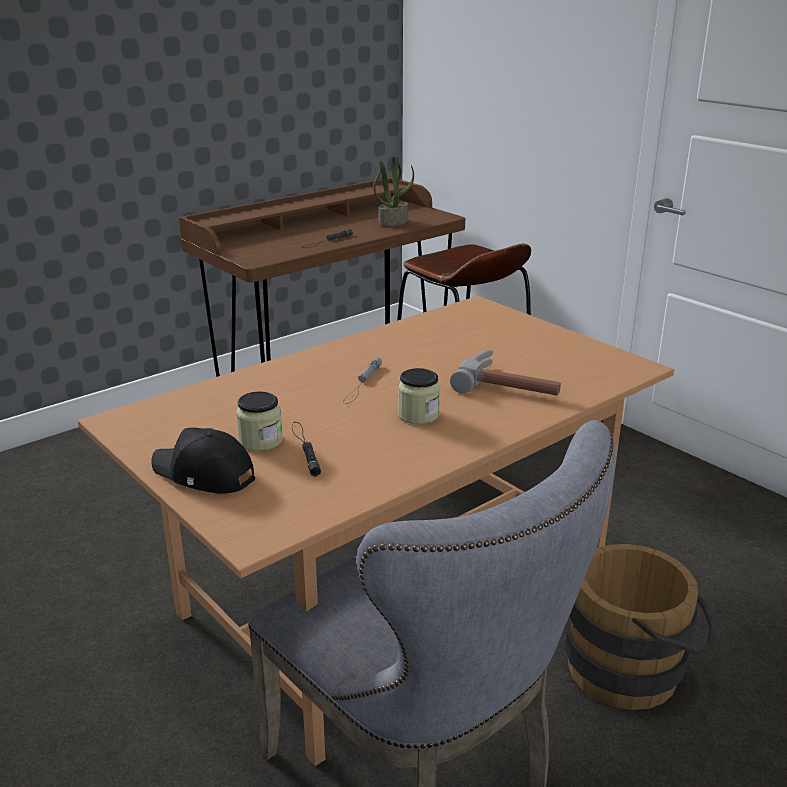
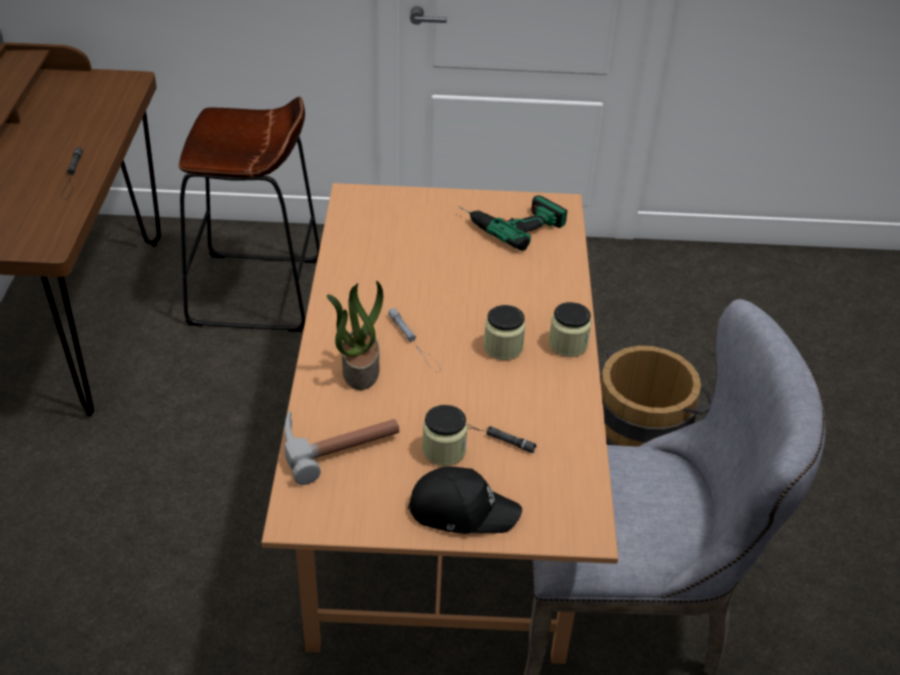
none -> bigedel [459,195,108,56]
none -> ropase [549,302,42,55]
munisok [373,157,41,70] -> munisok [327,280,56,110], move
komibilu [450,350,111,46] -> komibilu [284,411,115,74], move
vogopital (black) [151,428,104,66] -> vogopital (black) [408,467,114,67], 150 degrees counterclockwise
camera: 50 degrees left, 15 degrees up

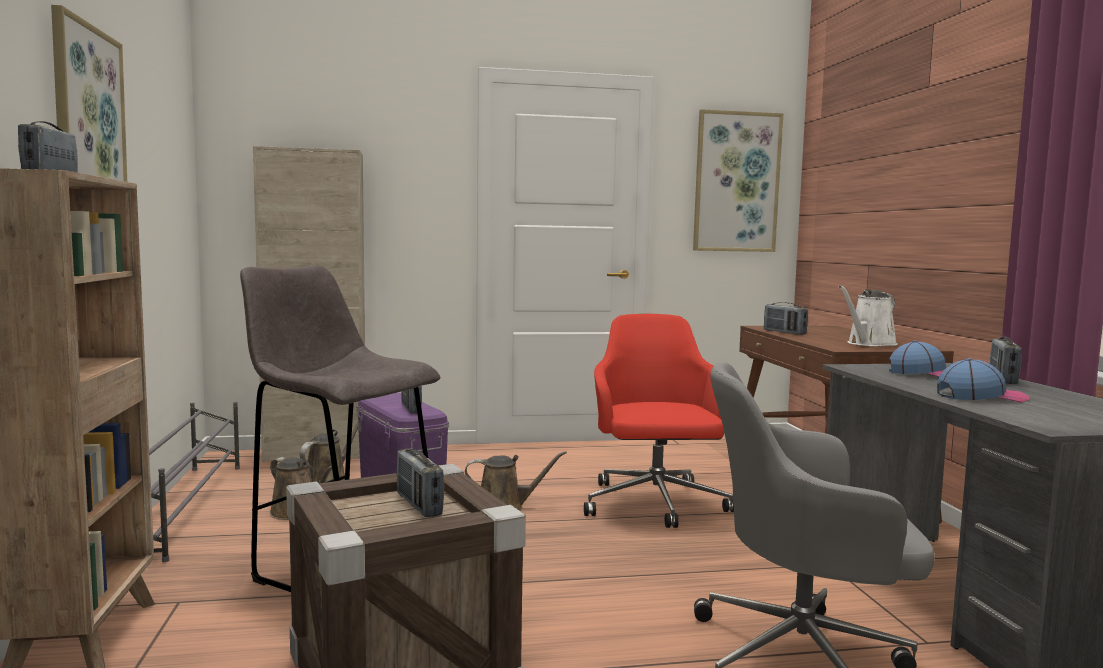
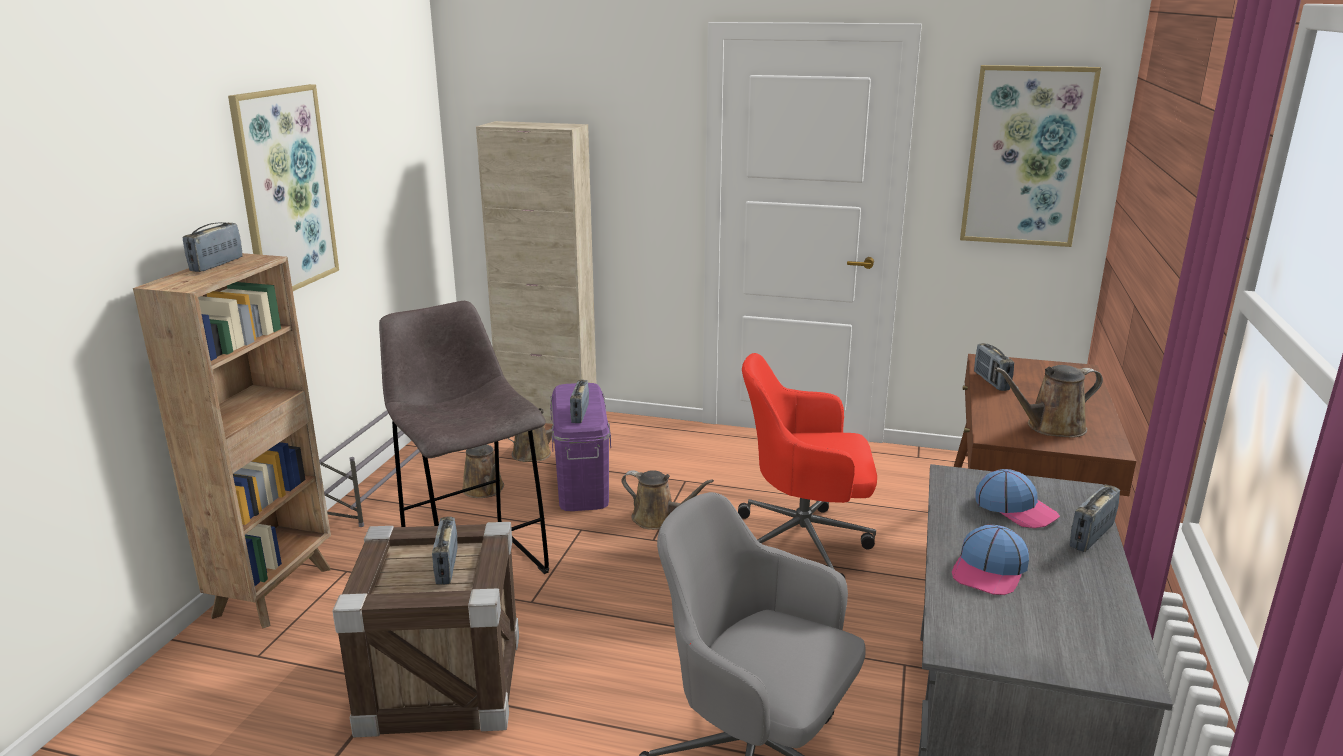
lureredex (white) [839,285,59,61] -> lureredex (brown) [995,365,108,73]
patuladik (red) [584,314,150,214] -> patuladik (red) [738,353,139,227], 105 degrees counterclockwise
vogopital [937,358,93,45] -> vogopital [952,525,77,70], 105 degrees clockwise
camera: 25 degrees right, 15 degrees up

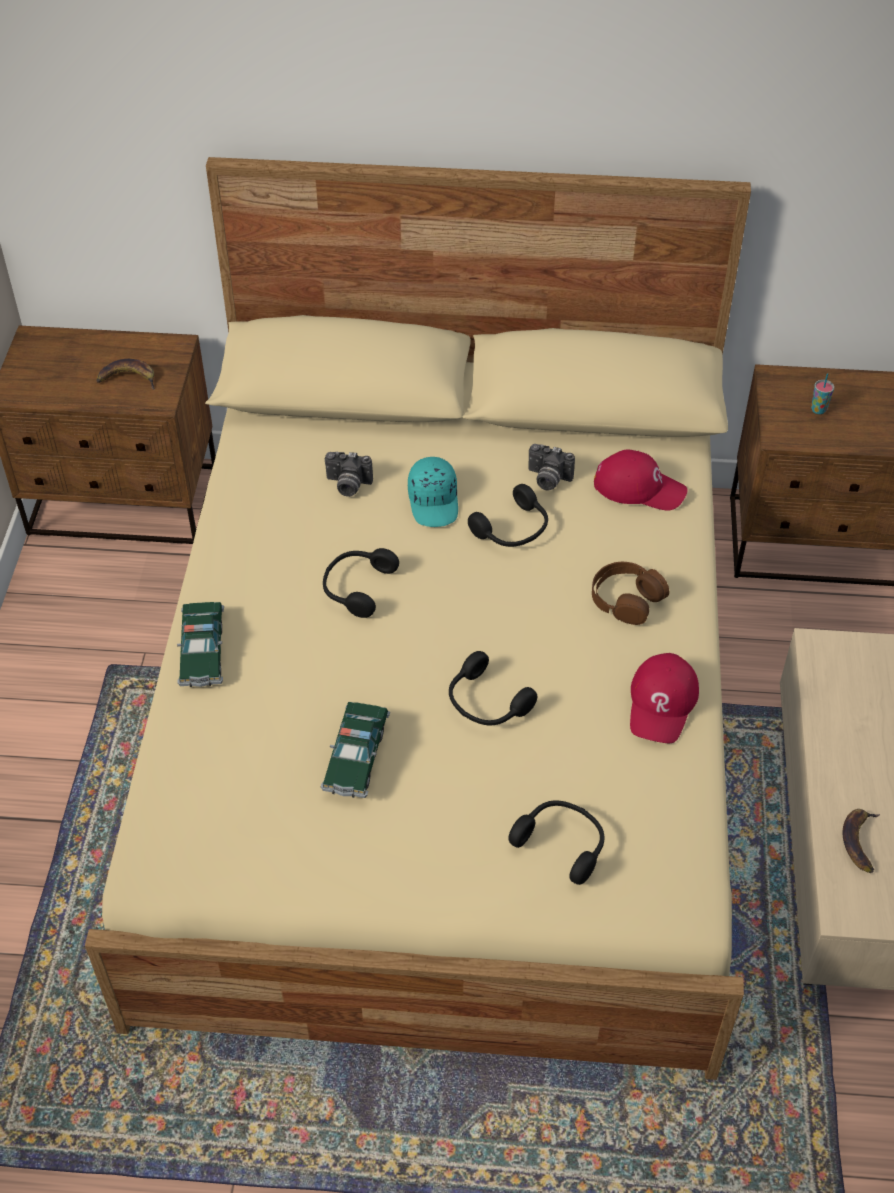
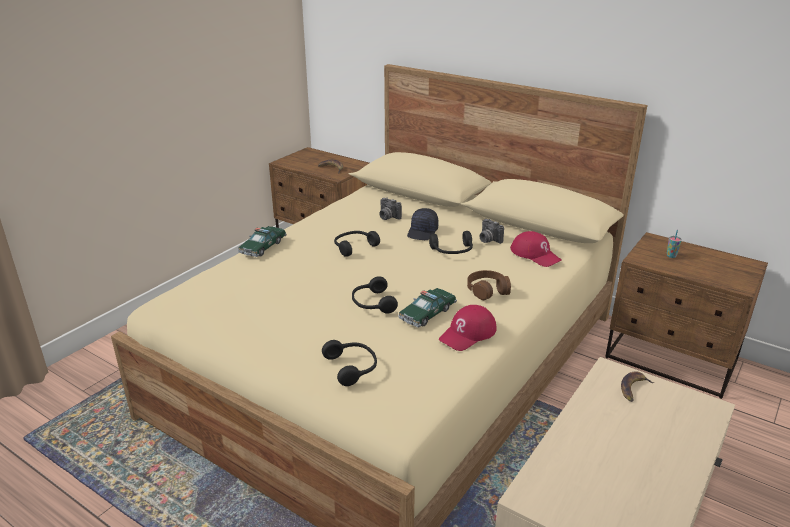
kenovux [321,702,69,96] -> kenovux [398,288,59,39], move
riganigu [843,809,37,64] -> riganigu [621,372,33,30], move
vogopital (turquoise) [408,457,50,70] -> vogopital (black) [407,208,32,32]
camera: 30 degrees right, 20 degrees down

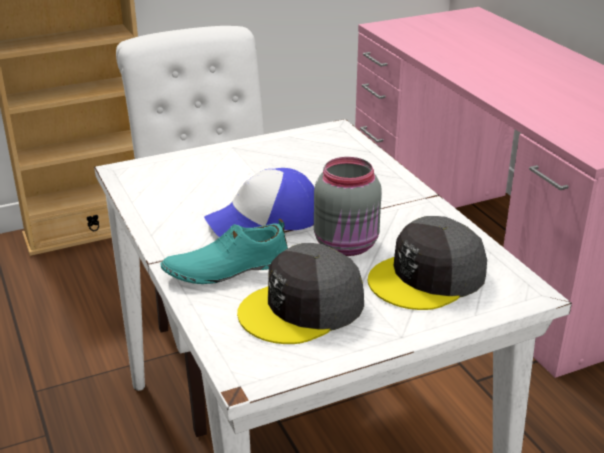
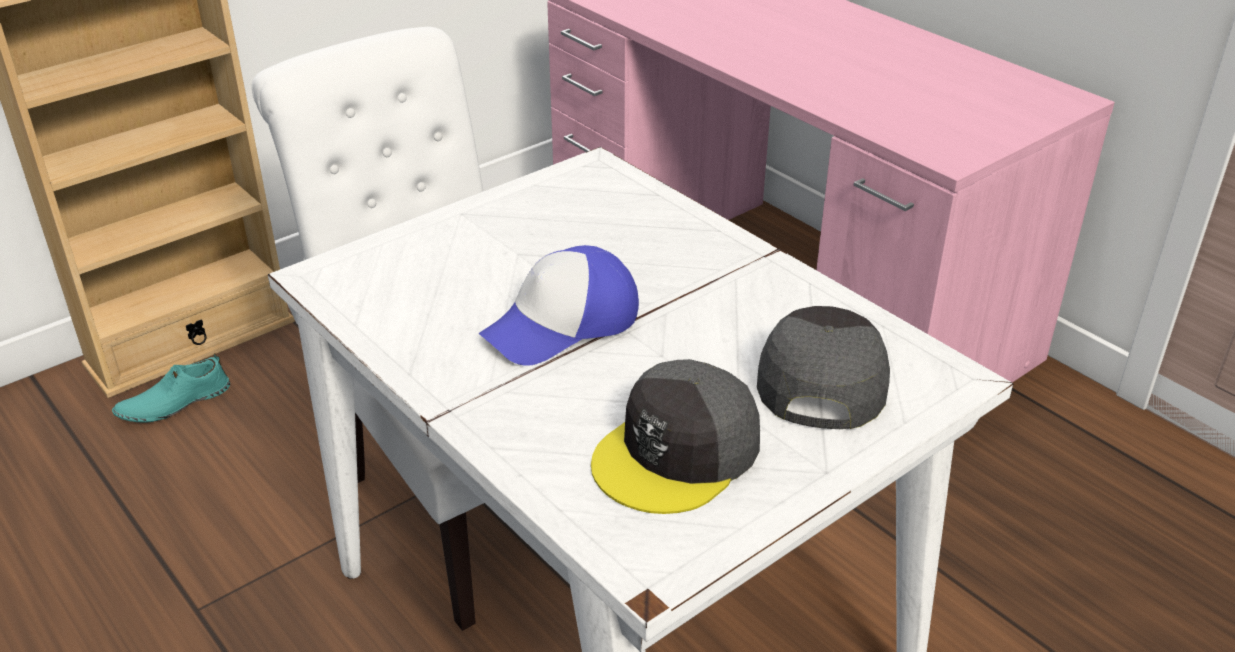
ropase (grey) [314,157,67,99] -> none
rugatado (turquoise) [160,219,128,65] -> rugatado (turquoise) [112,353,118,70], move
vogopital (grey) [368,216,119,94] -> vogopital (grey) [757,306,133,123], 150 degrees clockwise
camera: 15 degrees left, 5 degrees up

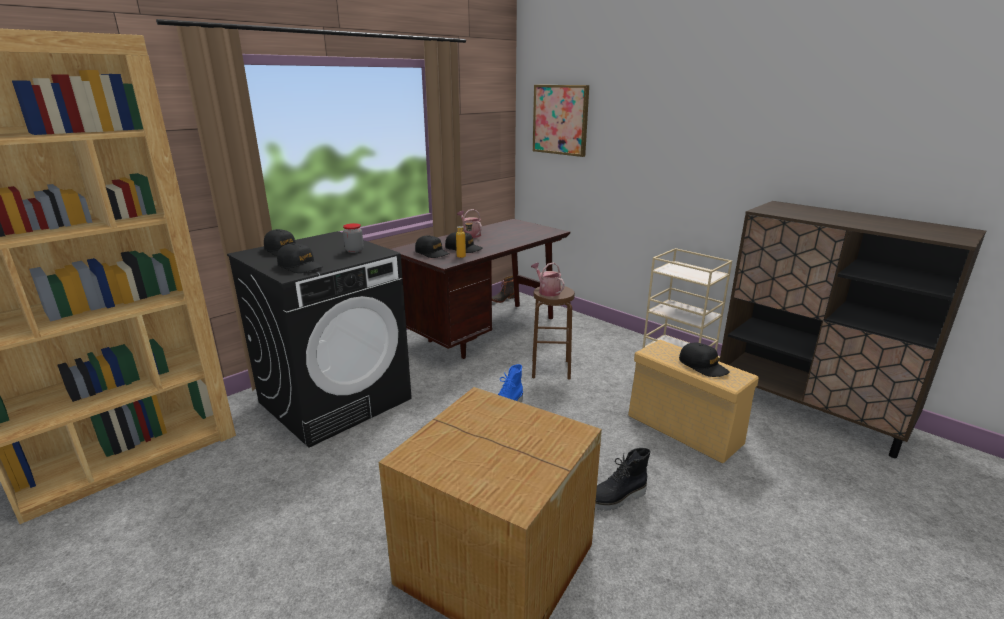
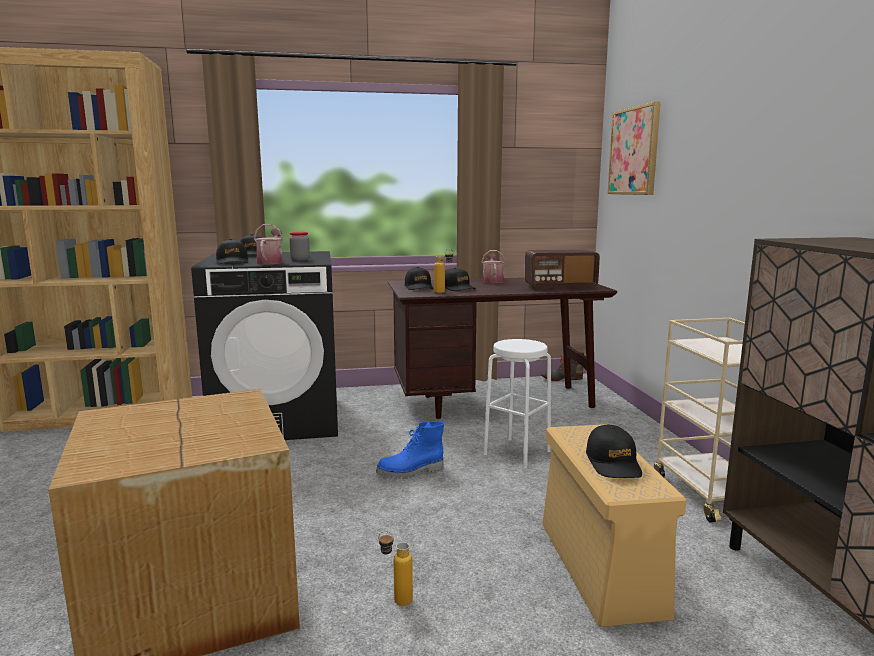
none -> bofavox [524,249,76,41]
lureredex [531,262,34,34] -> lureredex [254,224,29,40], move
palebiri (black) [595,448,56,63] -> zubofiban [378,531,35,75]
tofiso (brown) [532,286,43,94] -> tofiso (white) [483,339,68,129]
camera: 35 degrees right, 10 degrees down

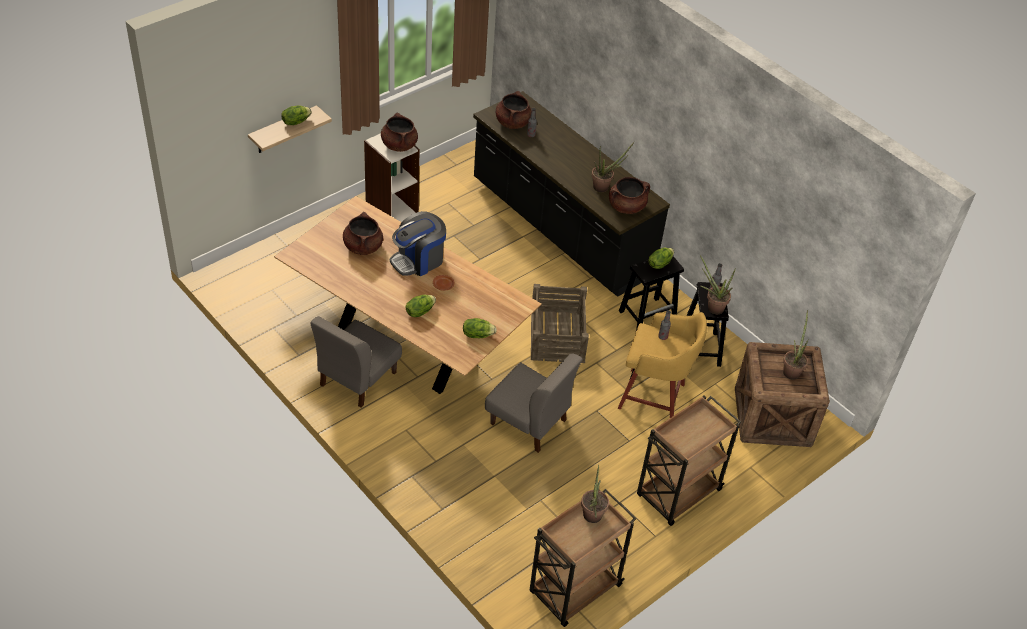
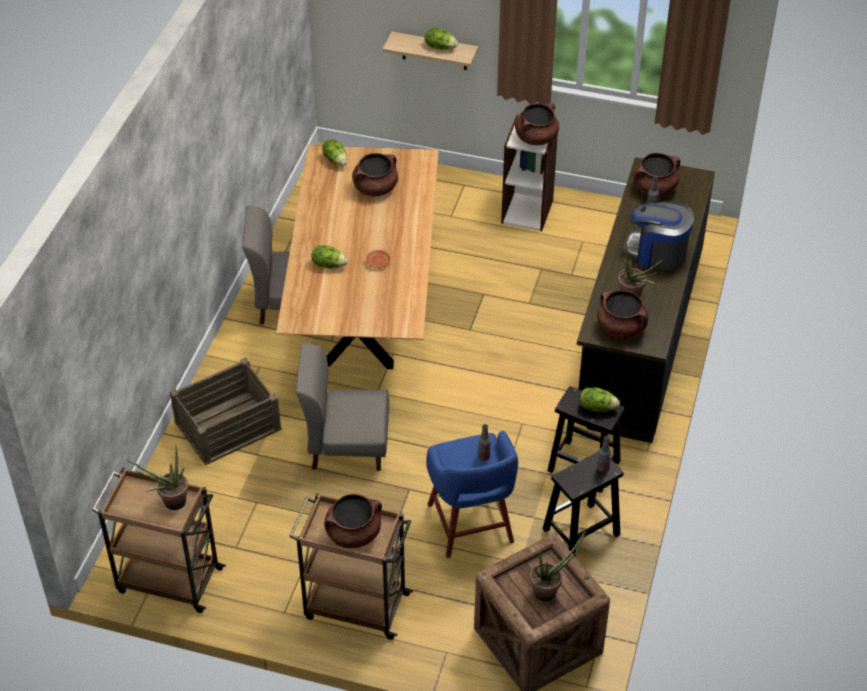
munisok [700,255,36,59] -> none
none -> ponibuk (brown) [324,494,58,54]
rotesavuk [390,211,56,65] -> rotesavuk [623,201,71,70], move
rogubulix [463,318,34,20] -> rogubulix [322,139,25,27], move
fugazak [531,284,58,79] -> fugazak [170,358,112,107], move
tofiso (yellow) [618,312,89,106] -> tofiso (blue) [426,431,92,127]
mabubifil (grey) [485,353,98,100] -> mabubifil (grey) [296,344,93,127], 90 degrees clockwise
camera: 60 degrees right, 0 degrees up

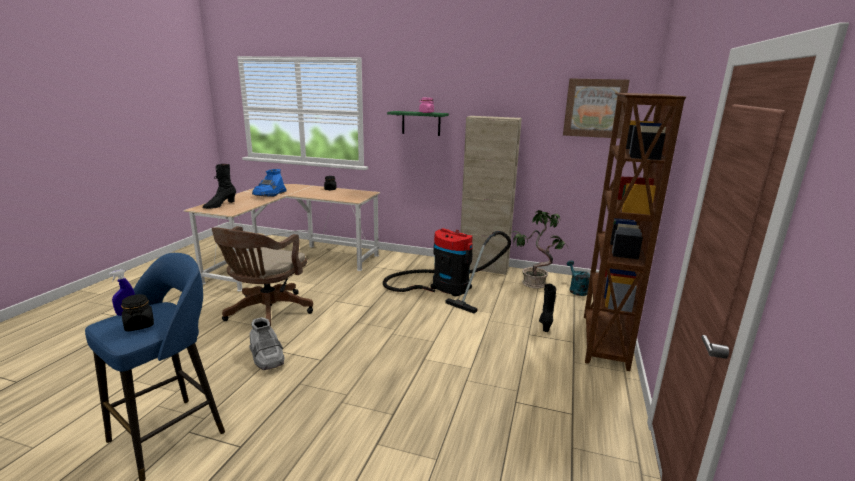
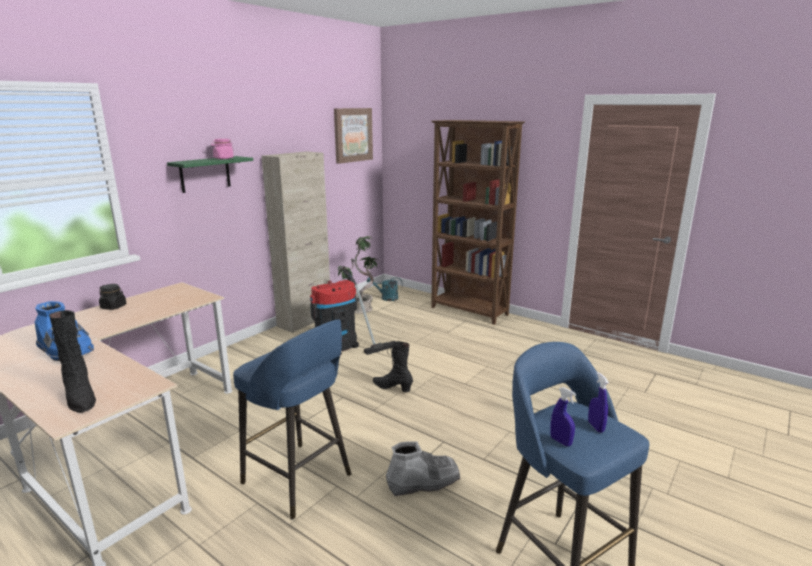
palebiri (black) [539,283,17,49] -> palebiri (black) [373,341,40,51], move
ropase (black) [121,294,33,37] -> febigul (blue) [588,372,21,61]
patuladik (brown) [212,226,101,100] -> tofiso (blue) [233,319,118,200]
camera: 70 degrees left, 0 degrees up

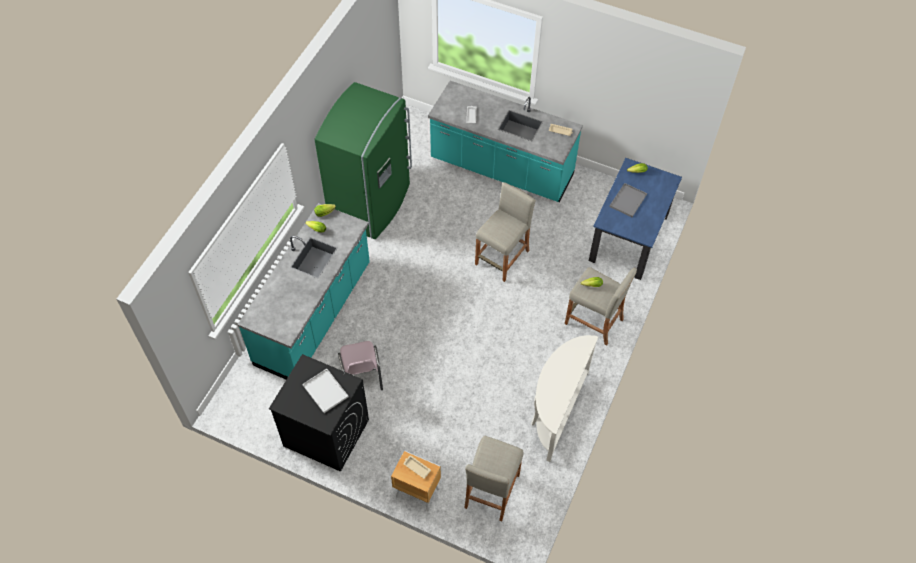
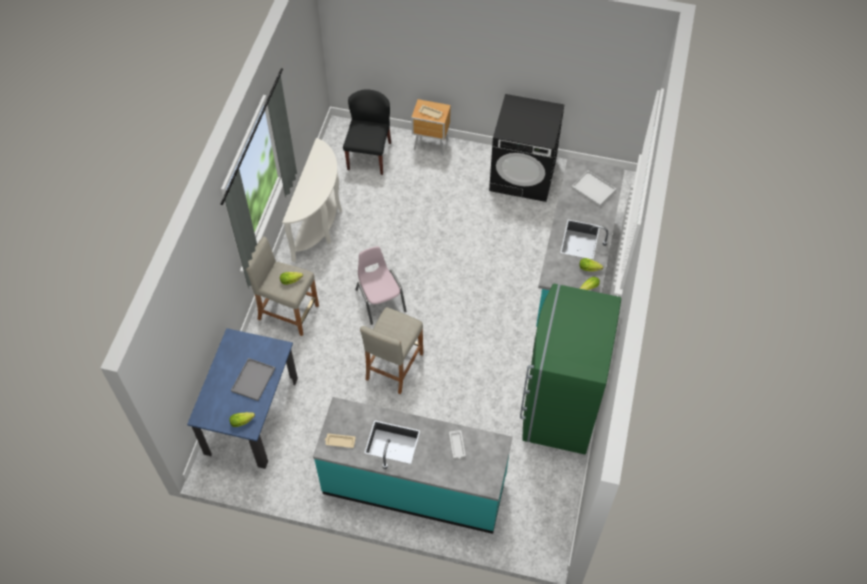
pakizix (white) [302,369,47,44] -> pakizix (white) [571,171,45,35], move
mabubifil (pink) [338,341,45,49] -> mabubifil (pink) [355,246,51,79], move
tofiso (beige) [464,436,60,85] -> mabubifil (black) [343,89,48,86]
camera: 170 degrees right, 0 degrees up

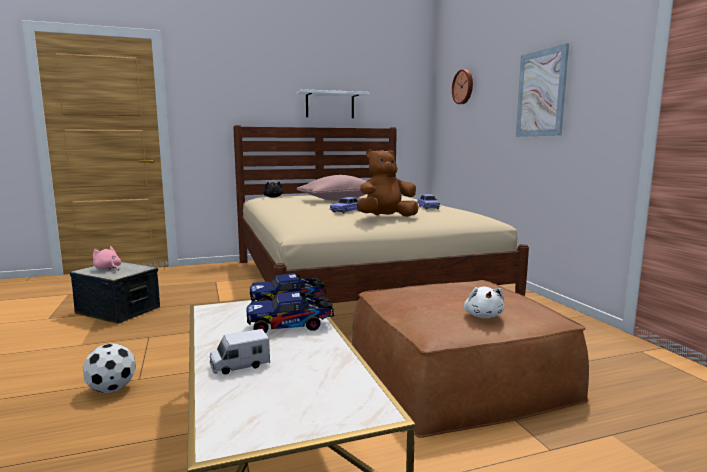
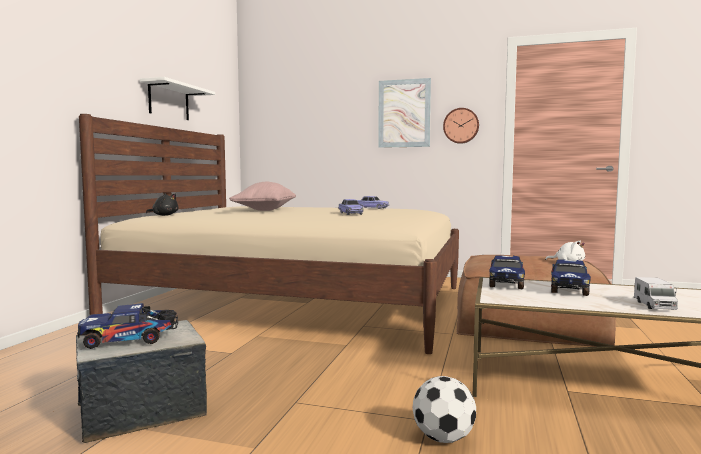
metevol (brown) [357,149,61,68] -> none
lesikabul [452,70,21,34] -> lesikabul [443,108,36,36], move
metevol (pink) [93,246,28,25] -> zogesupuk [77,303,101,46]
camera: 55 degrees left, 5 degrees down

